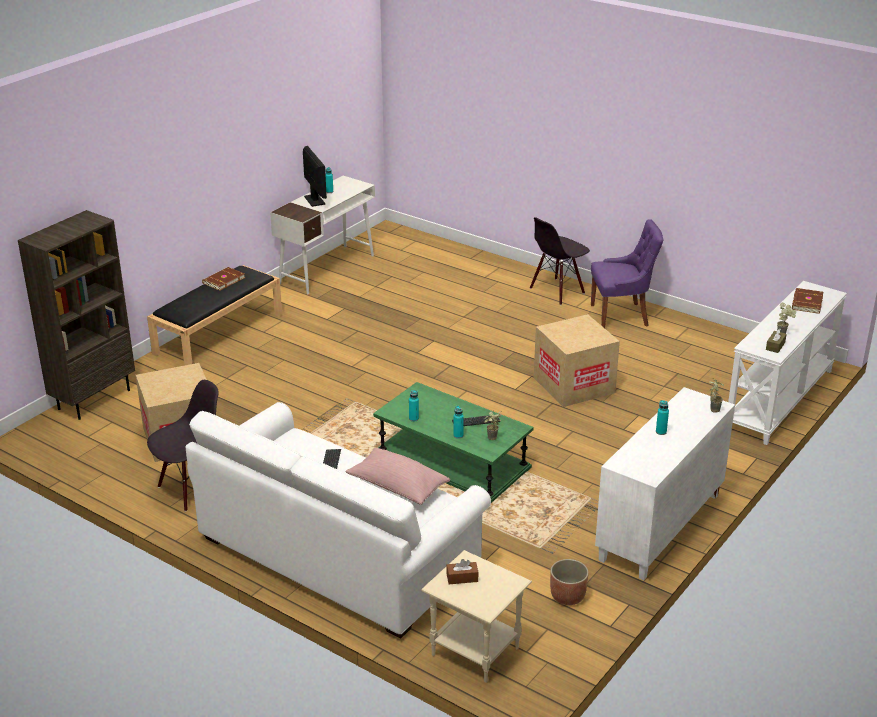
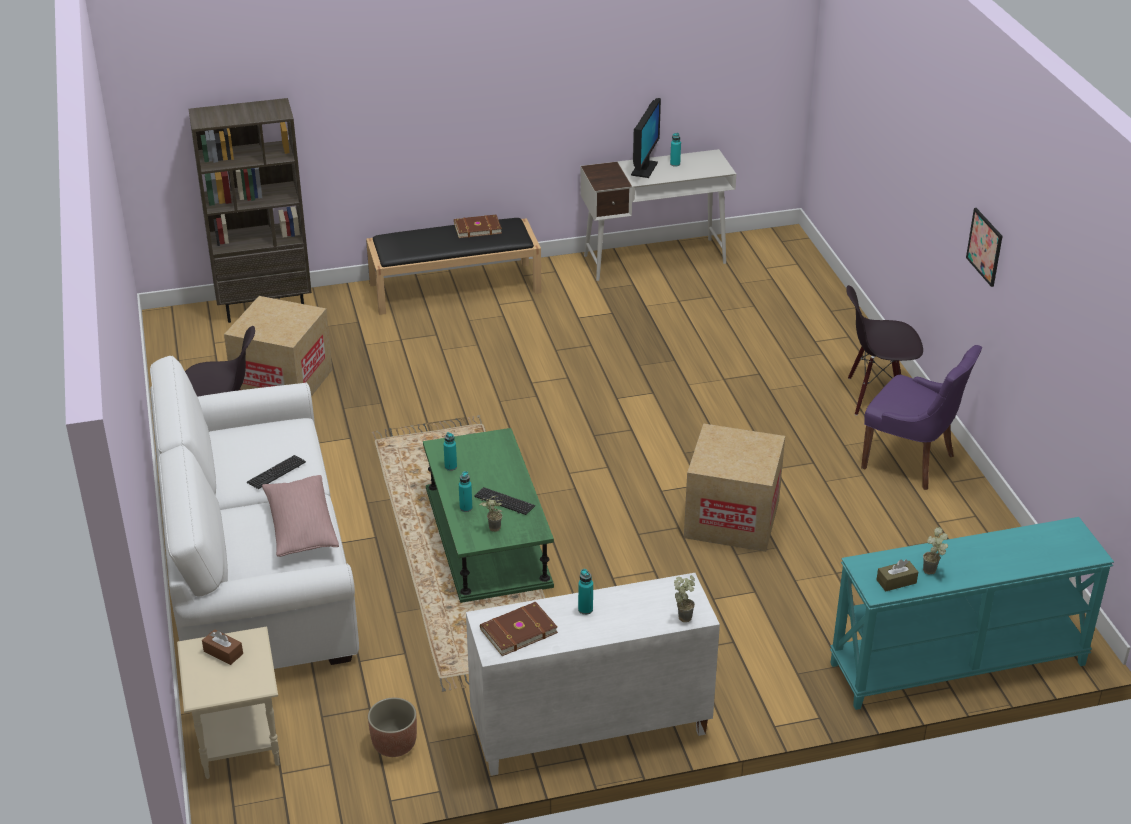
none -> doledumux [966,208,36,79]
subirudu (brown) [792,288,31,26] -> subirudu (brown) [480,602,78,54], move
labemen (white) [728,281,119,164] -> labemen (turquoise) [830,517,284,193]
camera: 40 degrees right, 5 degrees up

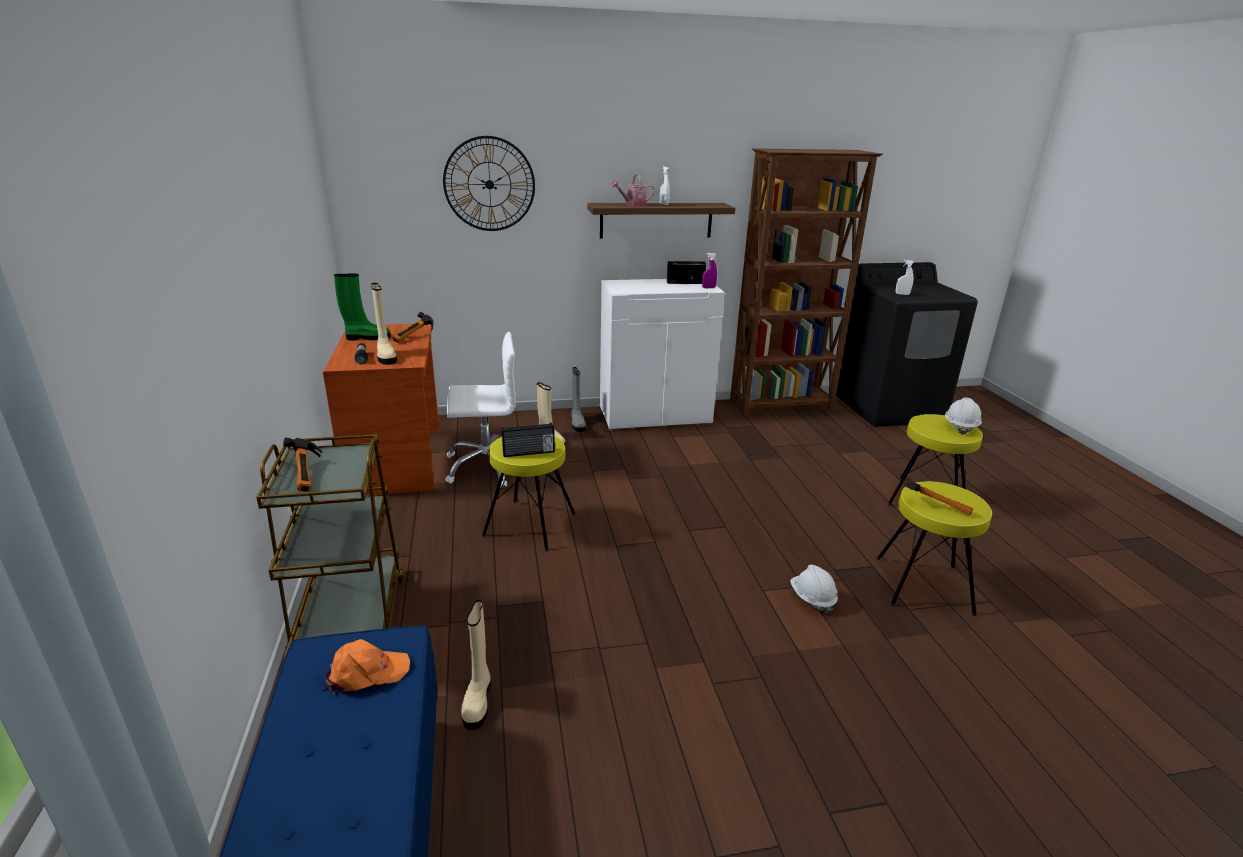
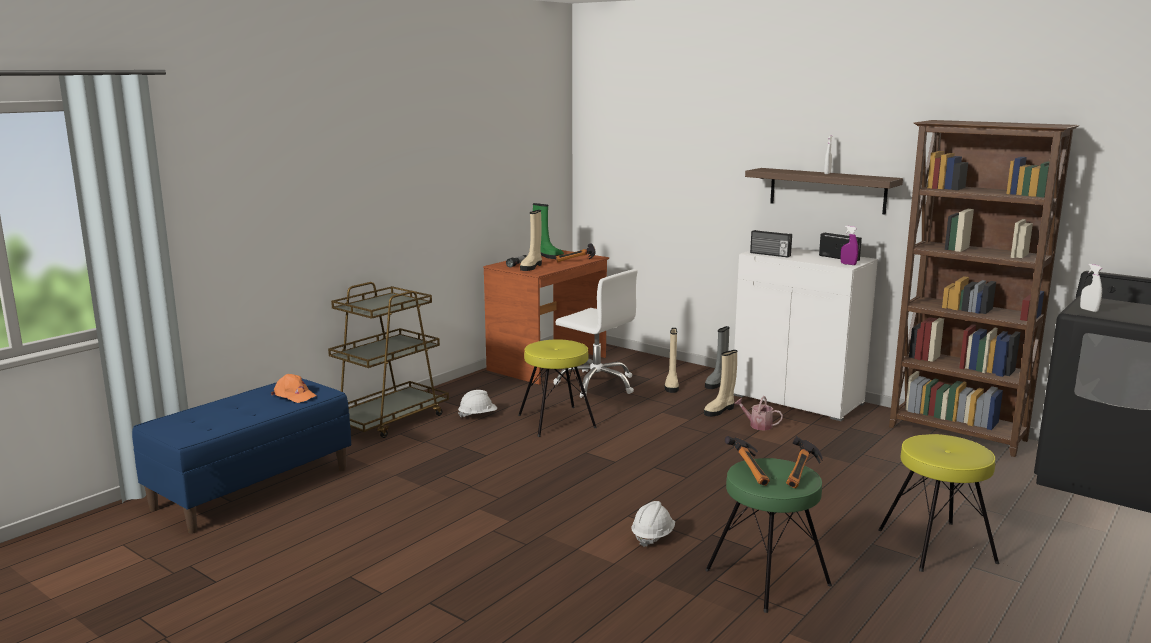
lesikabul [443,136,92,95] -> none
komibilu [283,437,39,55] -> komibilu [786,436,37,52], move
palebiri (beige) [461,600,30,130] -> palebiri (beige) [704,350,34,67], move
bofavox [502,423,53,34] -> bofavox [750,230,42,27], move
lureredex [611,173,44,33] -> lureredex [734,396,49,34], move
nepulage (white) [945,397,37,38] -> nepulage (white) [458,390,39,28], move
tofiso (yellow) [877,481,115,135] -> tofiso (green) [705,458,127,155]
camera: 50 degrees right, 10 degrees down

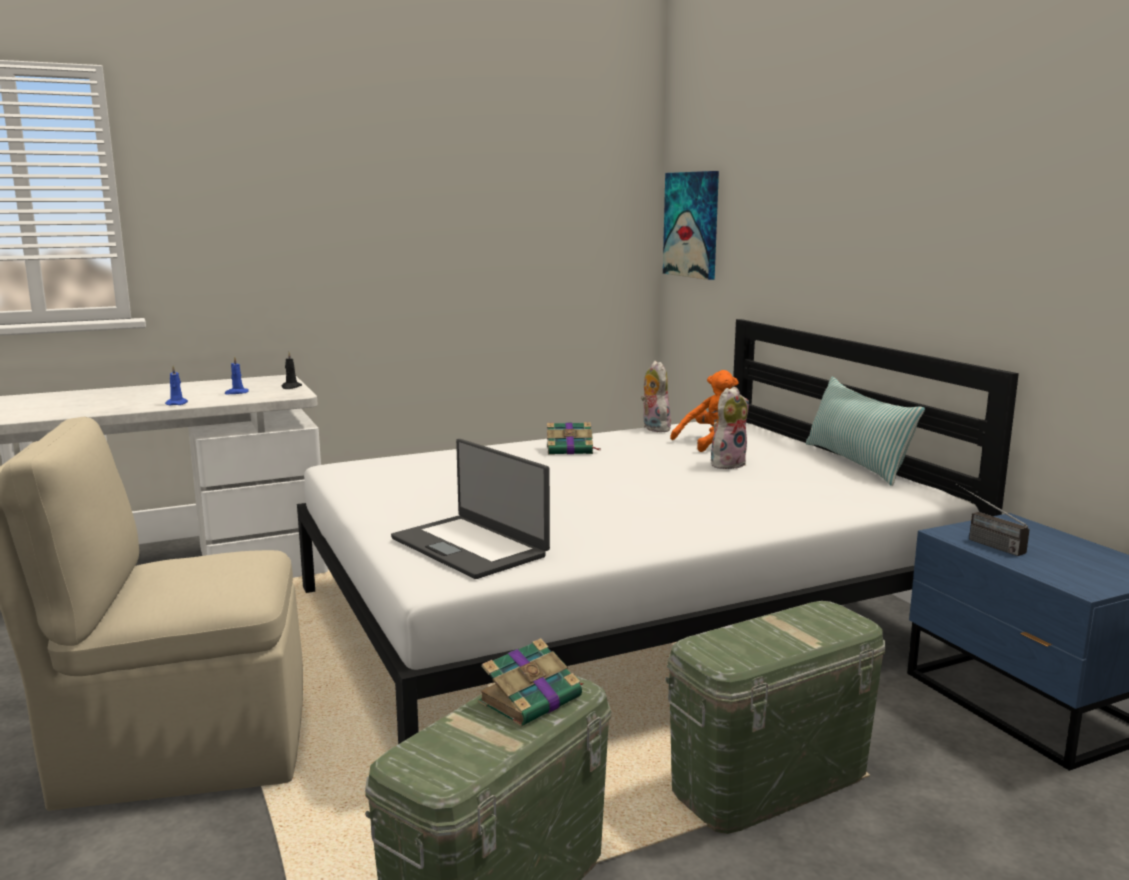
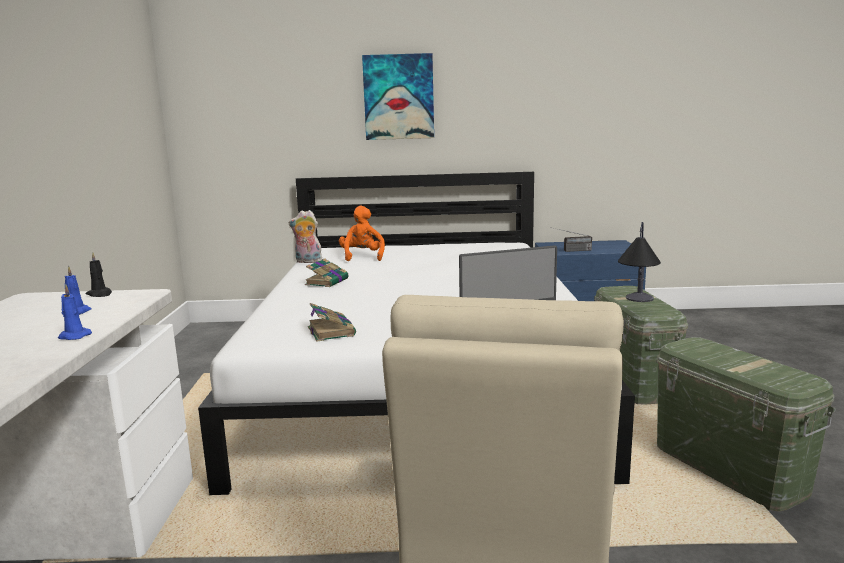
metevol [711,387,38,82] -> none
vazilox [806,377,119,109] -> none
none -> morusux [618,222,43,80]
subirudu [478,638,106,89] -> subirudu [308,303,48,39], move
doledumux [663,171,56,109] -> doledumux [362,53,72,87], move
camera: 65 degrees left, 0 degrees up

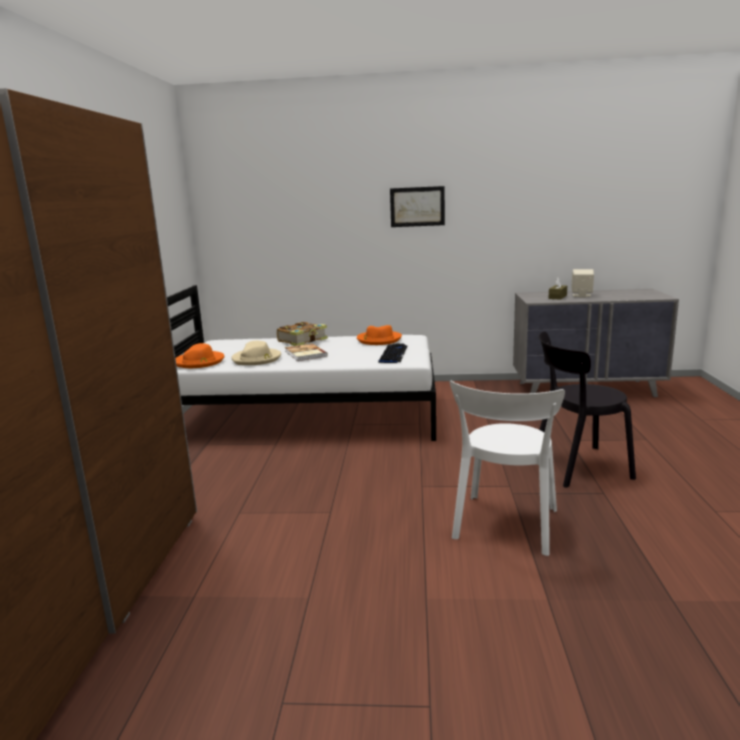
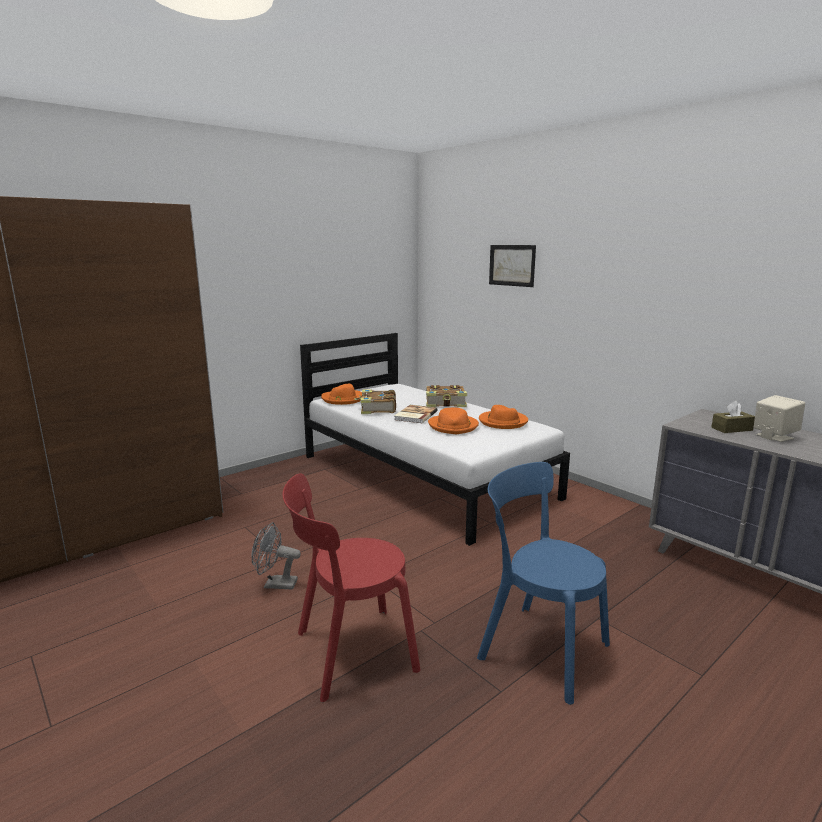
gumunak [378,344,29,19] -> none
none -> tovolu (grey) [251,522,50,67]
none -> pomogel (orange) [428,408,51,26]
doledumux [390,186,55,41] -> doledumux [489,245,47,42], move
pomogel (beige) [232,341,49,24] -> subirudu [354,389,42,25]
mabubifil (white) [450,380,115,176] -> mabubifil (red) [282,473,138,229]
mabubifil (black) [539,331,97,157] -> mabubifil (blue) [477,462,133,243]
camera: 45 degrees right, 0 degrees up

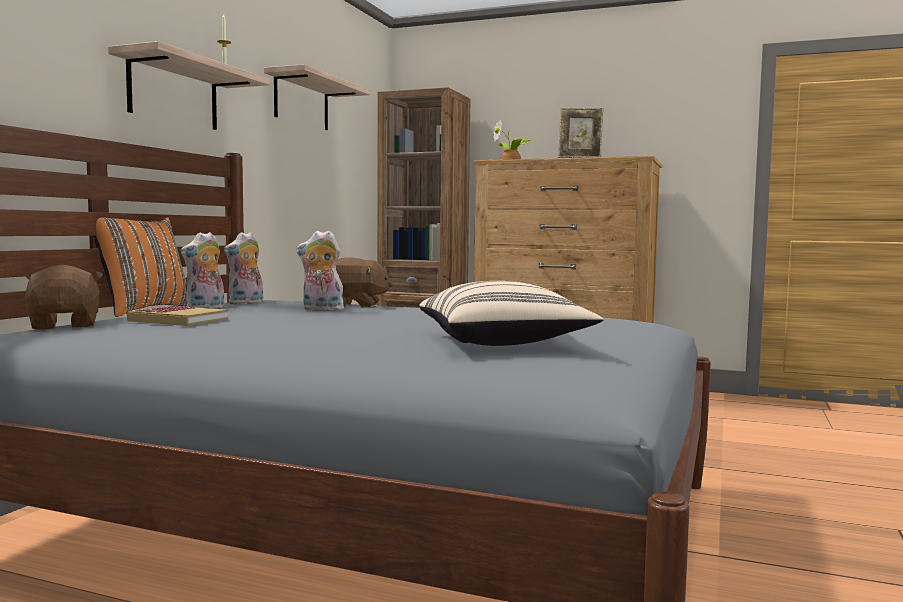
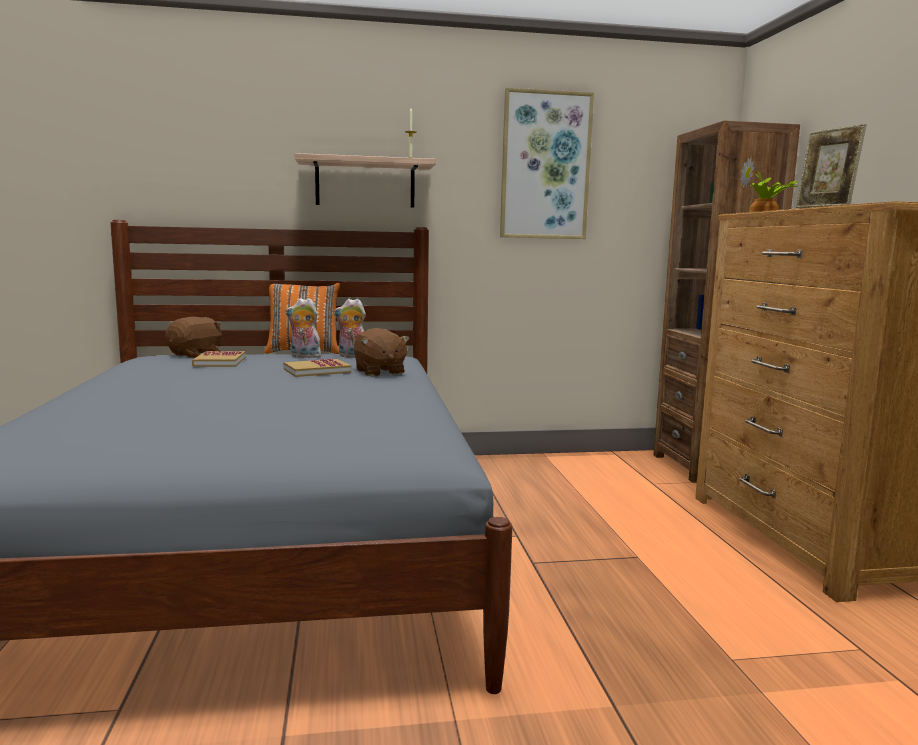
vazilox (beige) [419,281,185,65] -> none
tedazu [264,64,106,66] -> doledumux [500,88,94,151]
metevol [296,230,50,81] -> subirudu [284,359,67,18]
camera: 60 degrees right, 5 degrees up

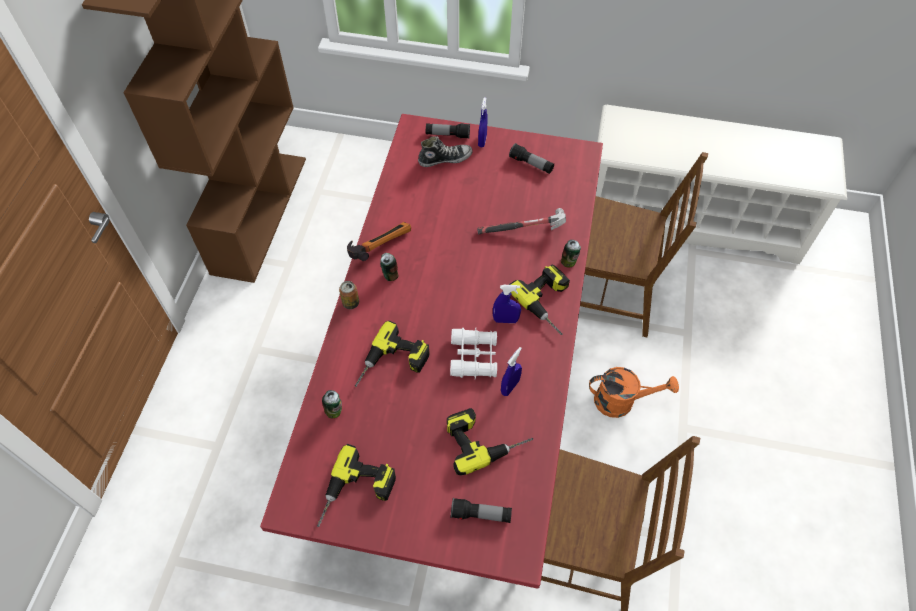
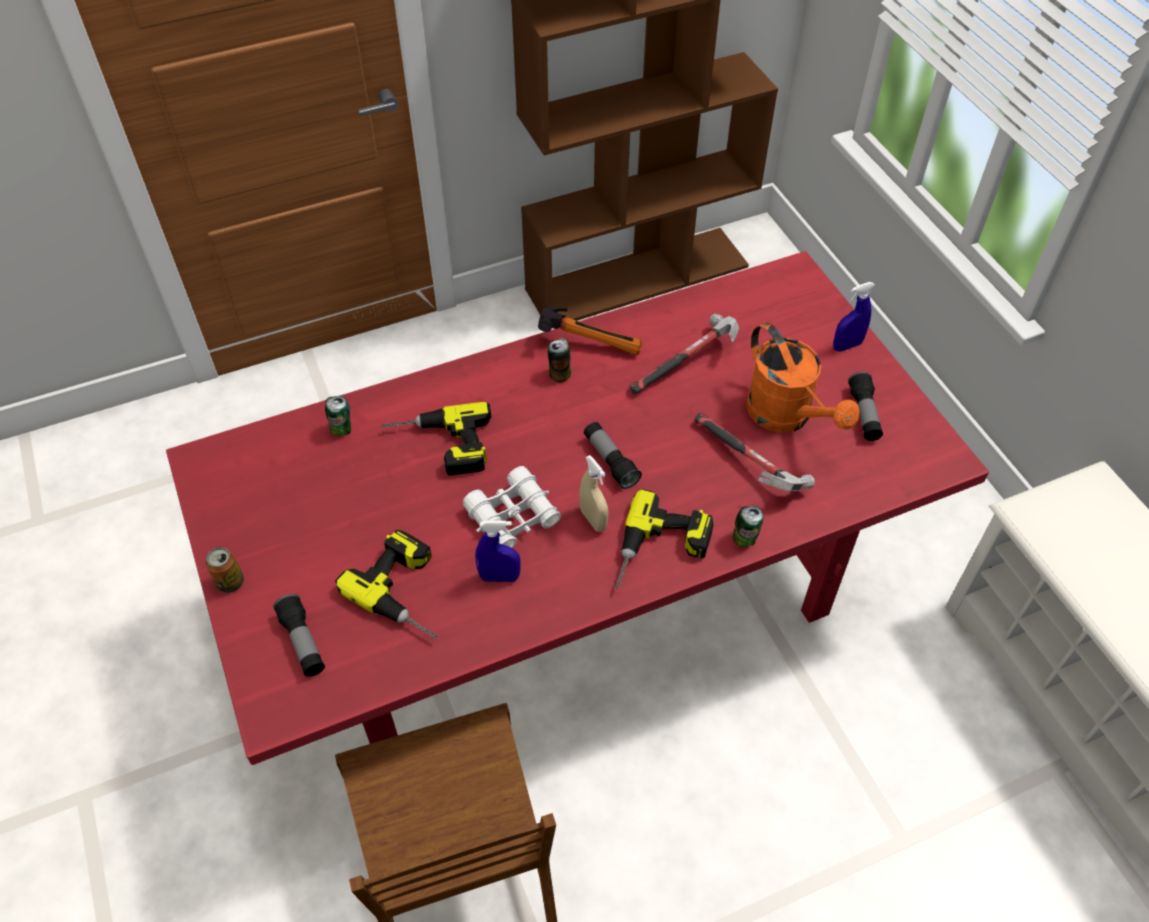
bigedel [317,444,79,83] -> none
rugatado [418,136,55,31] -> none
mabubifil (brown) [580,152,128,185] -> none
none -> komibilu [629,314,110,81]
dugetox [339,281,20,28] -> dugetox [206,547,38,46], move
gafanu [426,123,44,16] -> gafanu [584,422,58,67], move
lureredex (orange) [589,367,90,51] -> lureredex (orange) [746,323,114,110], move
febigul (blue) [493,285,28,38] -> febigul (beige) [579,455,29,77]
camera: 55 degrees right, 5 degrees down

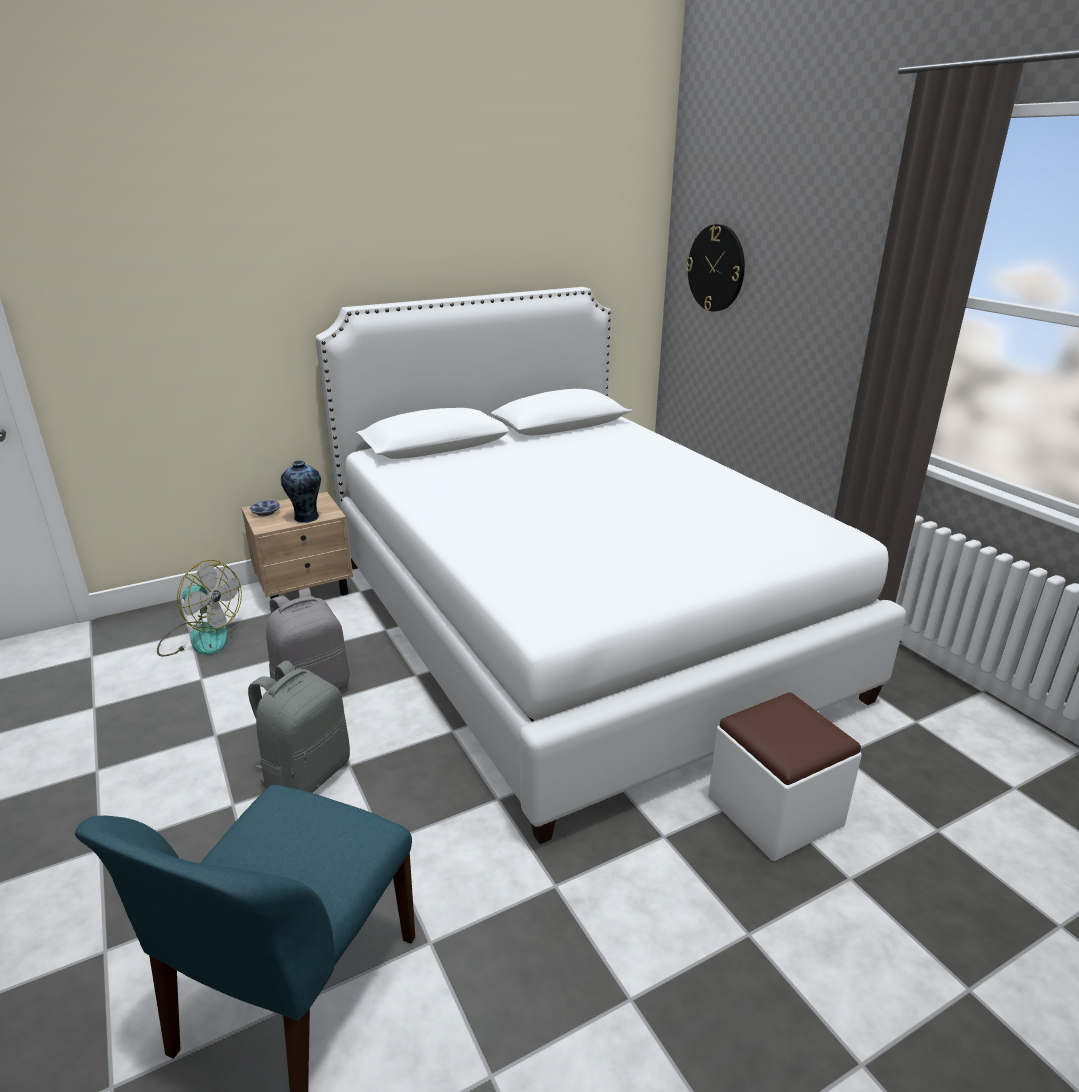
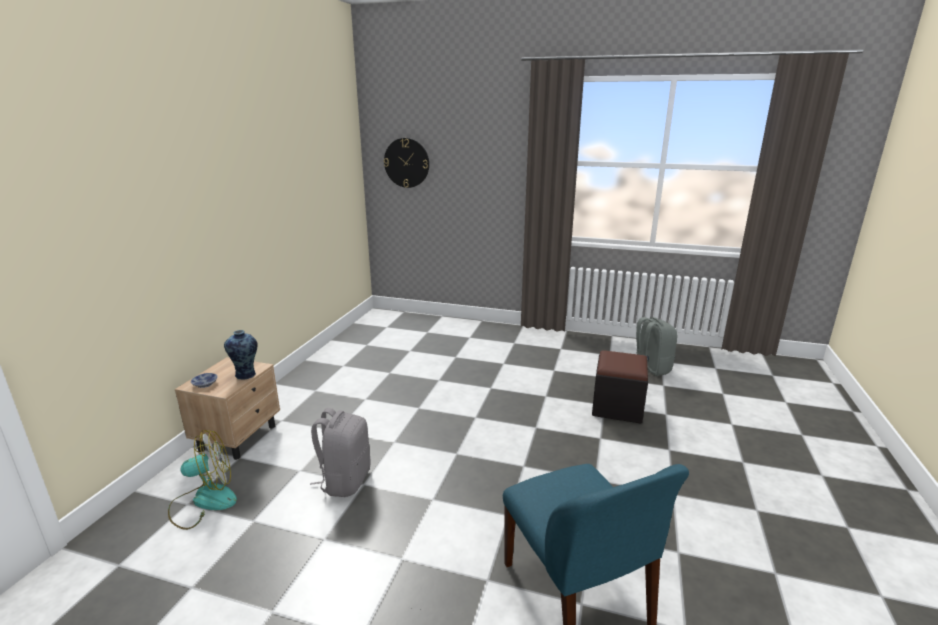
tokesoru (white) [315,287,591,557] -> none
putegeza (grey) [248,660,102,133] -> putegeza (grey) [636,317,41,59], move
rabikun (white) [708,692,154,169] -> rabikun (black) [592,350,56,73]
camera: 45 degrees left, 5 degrees down

